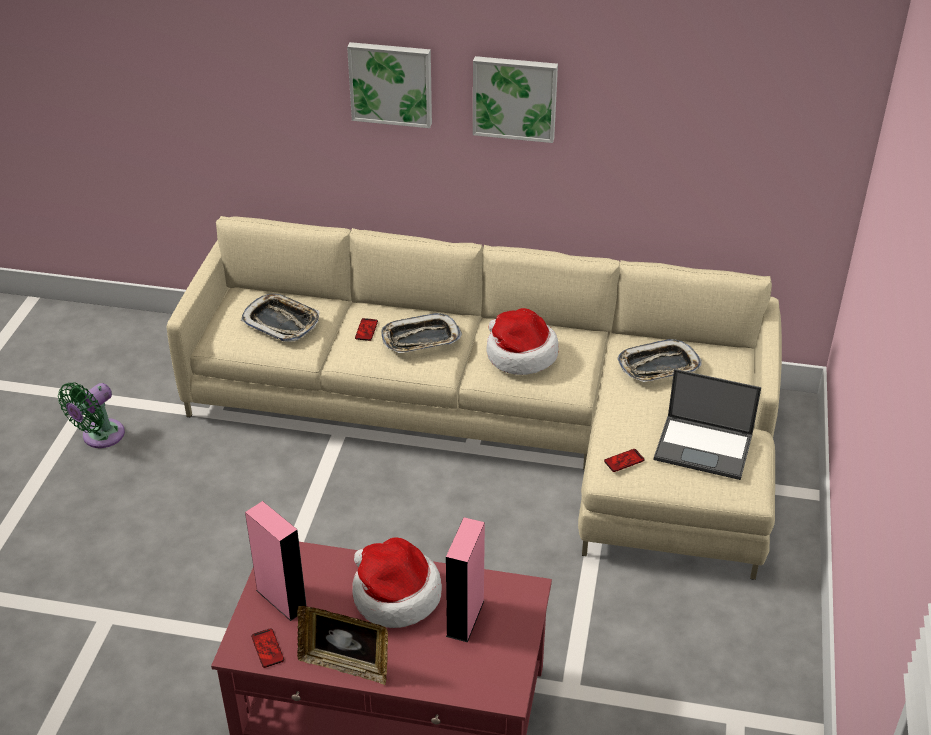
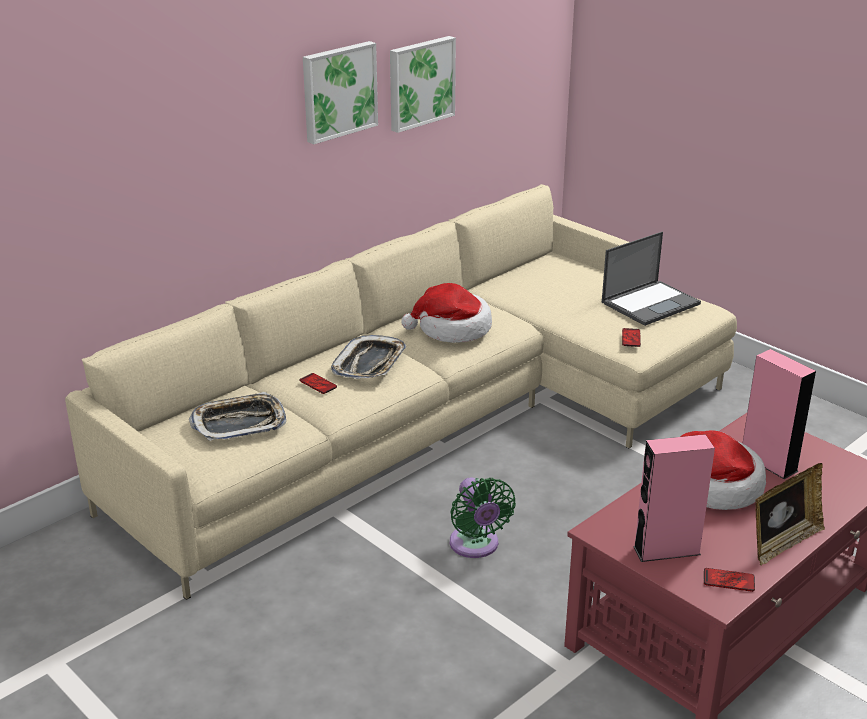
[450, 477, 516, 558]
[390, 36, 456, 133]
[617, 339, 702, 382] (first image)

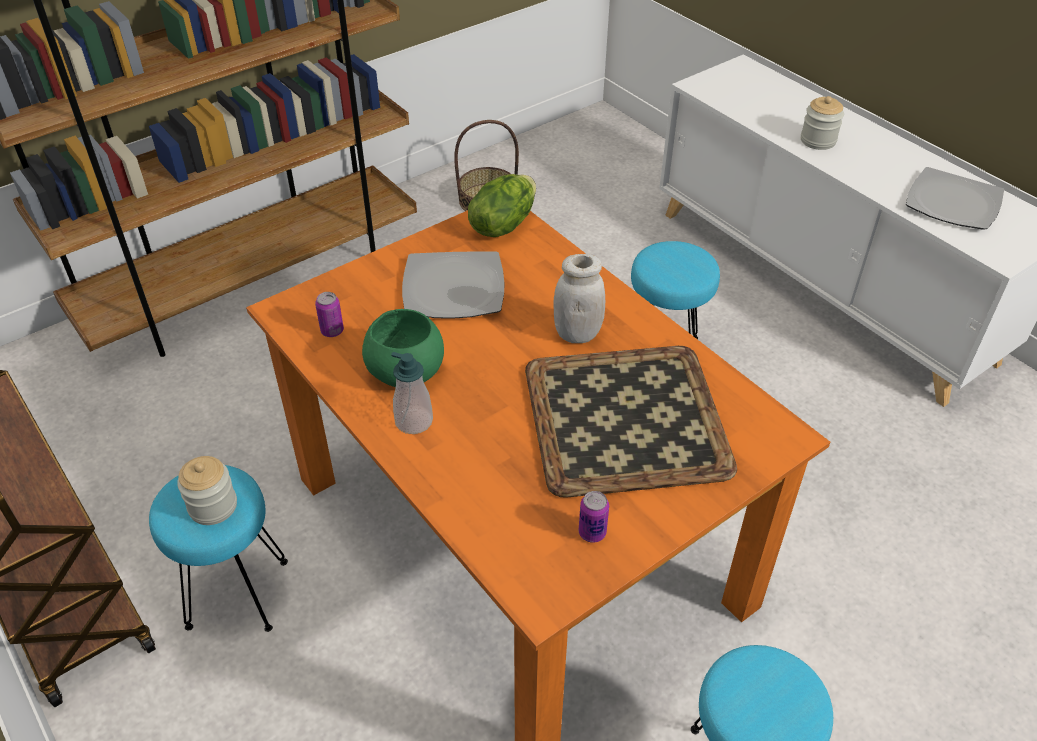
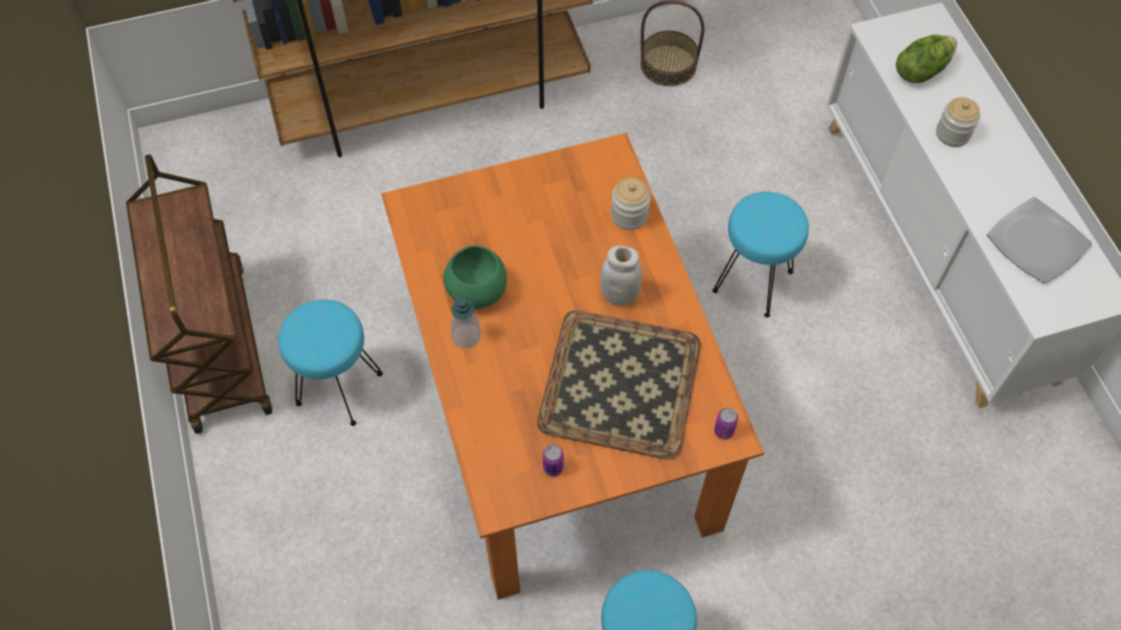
[611, 177, 651, 230]
[714, 408, 738, 440]
[402, 251, 504, 319] (first image)
[896, 34, 957, 83]

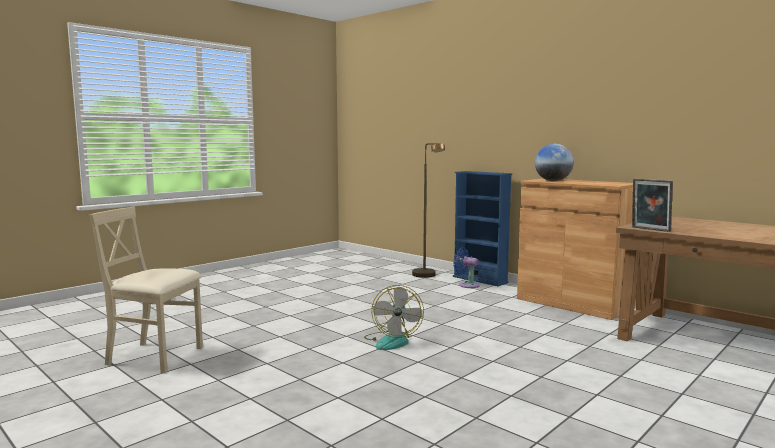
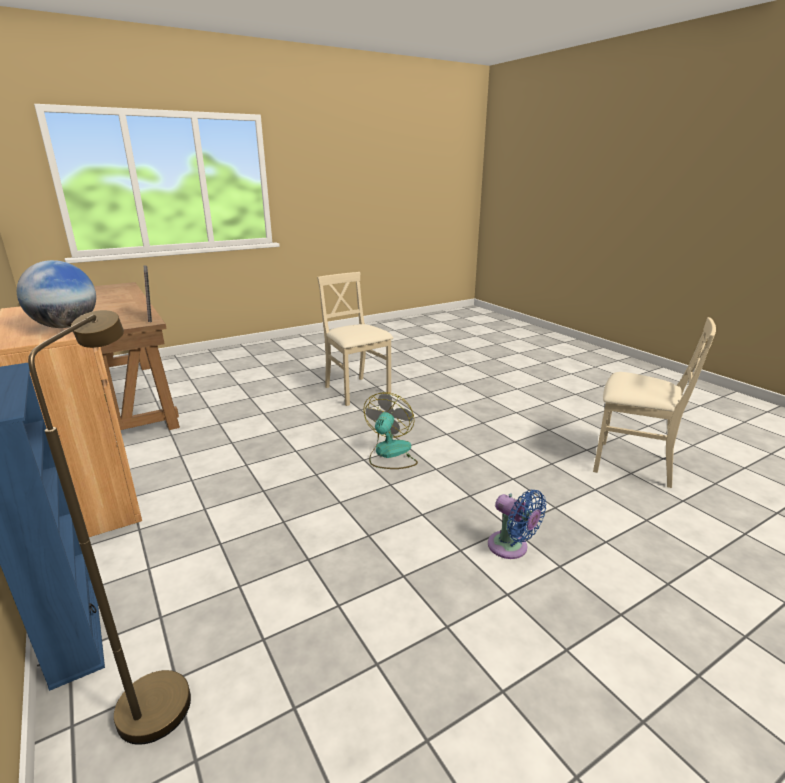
[488, 490, 546, 559]
[317, 272, 393, 406]

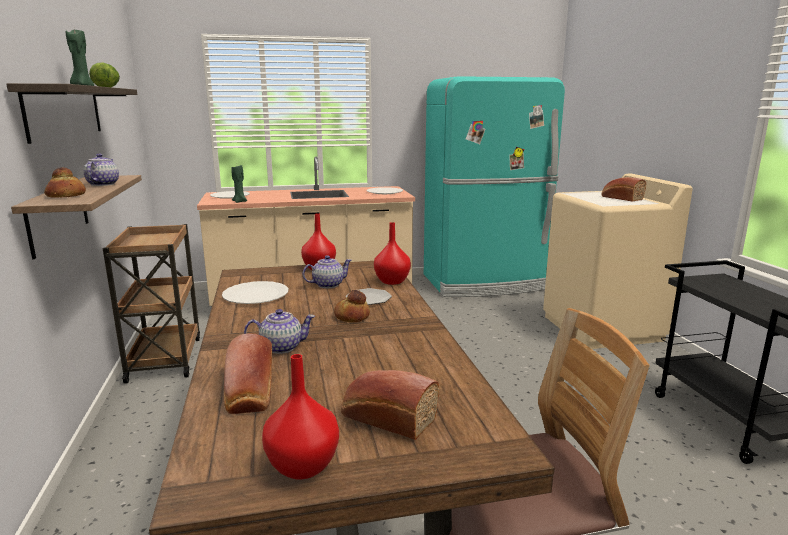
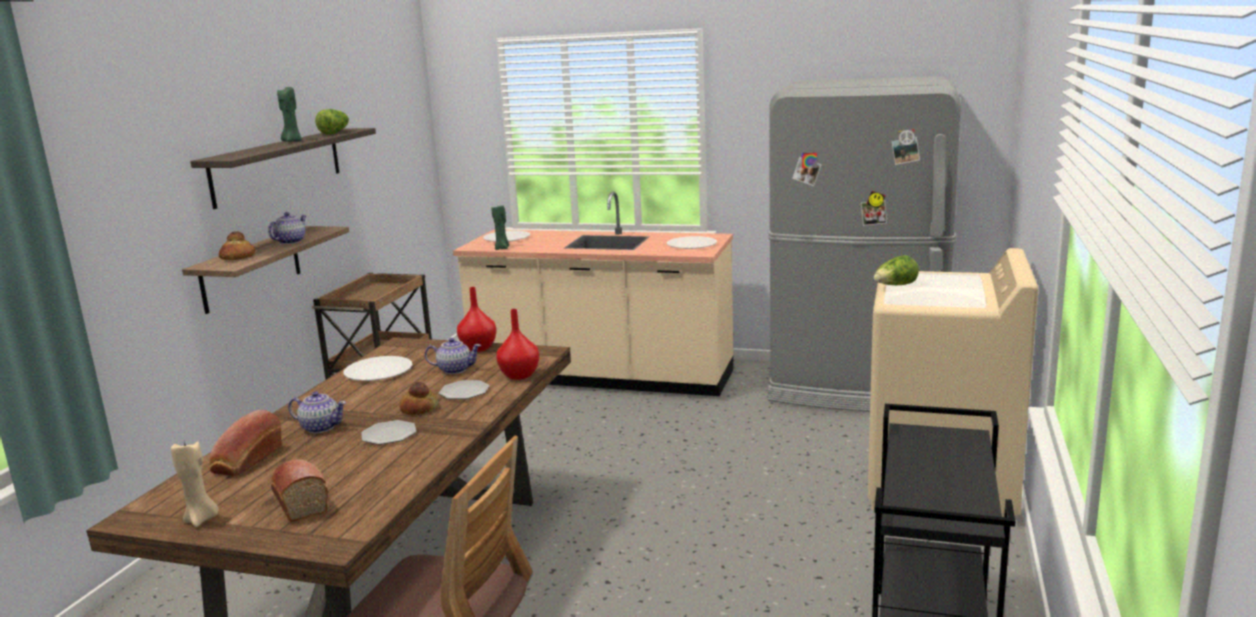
[171, 441, 219, 527]
[768, 77, 961, 412]
[601, 177, 646, 202] (first image)
[361, 420, 416, 445]
[874, 255, 919, 285]

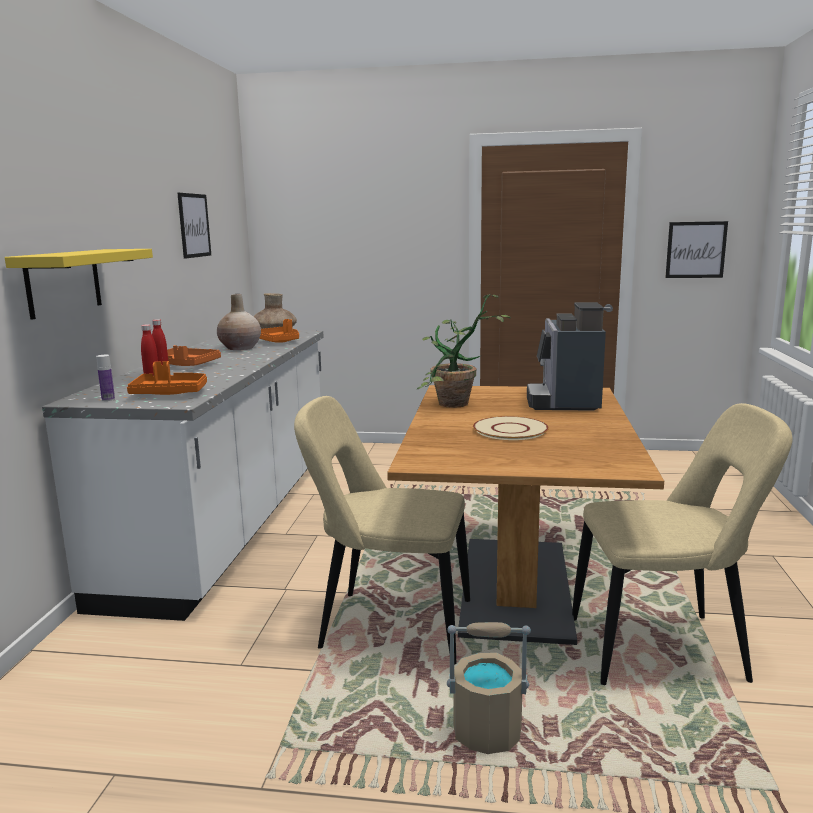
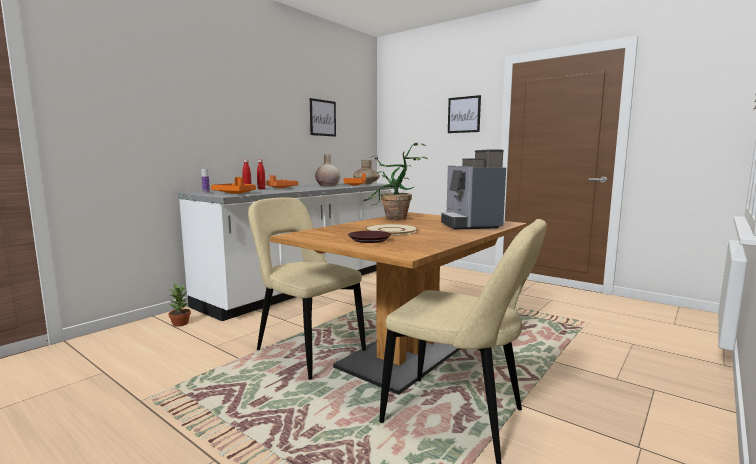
[5, 249, 153, 320] (first image)
[447, 622, 531, 754] (first image)
[441, 150, 506, 229]
[448, 95, 481, 133]
[168, 283, 191, 327]
[348, 231, 391, 243]

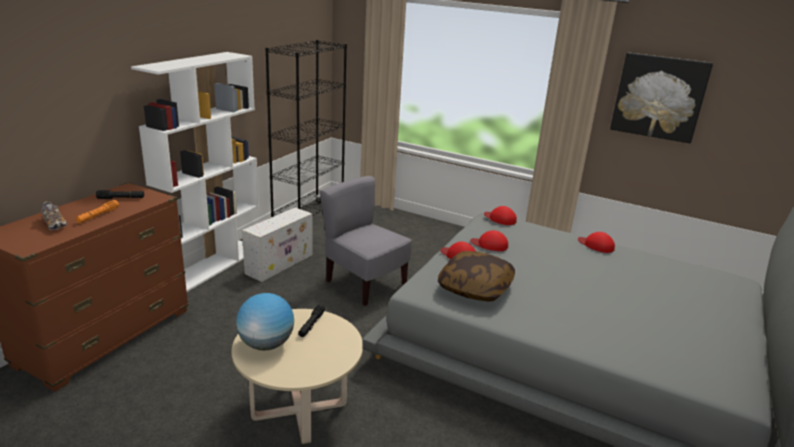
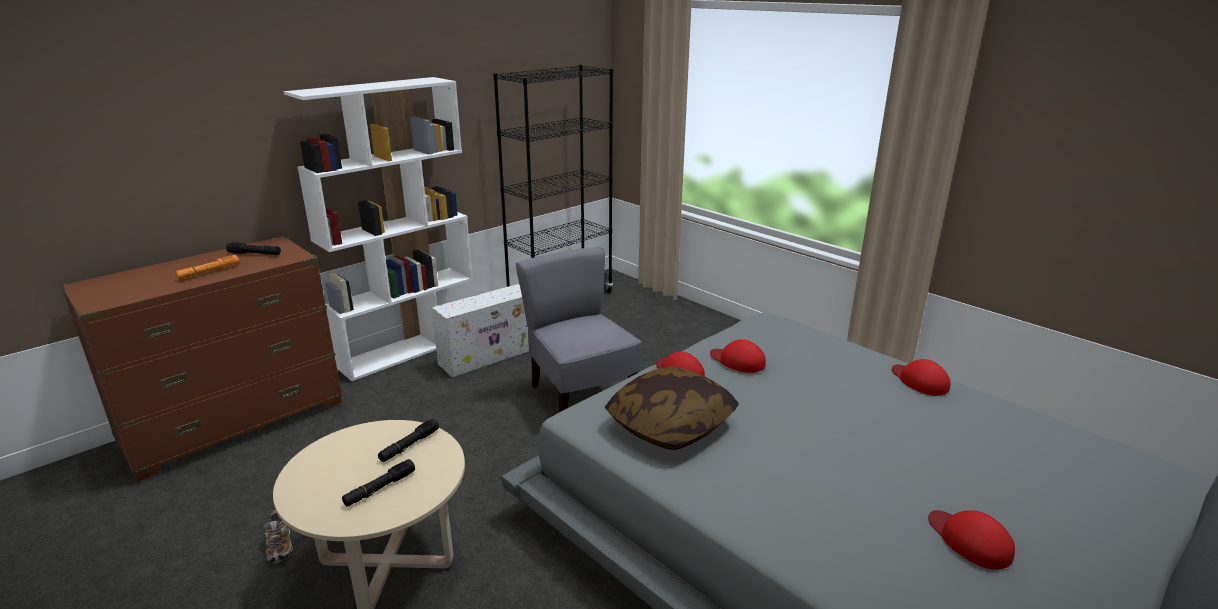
[264, 510, 293, 563]
[236, 293, 294, 351] (first image)
[928, 510, 1015, 570]
[610, 52, 713, 143] (first image)
[342, 459, 415, 507]

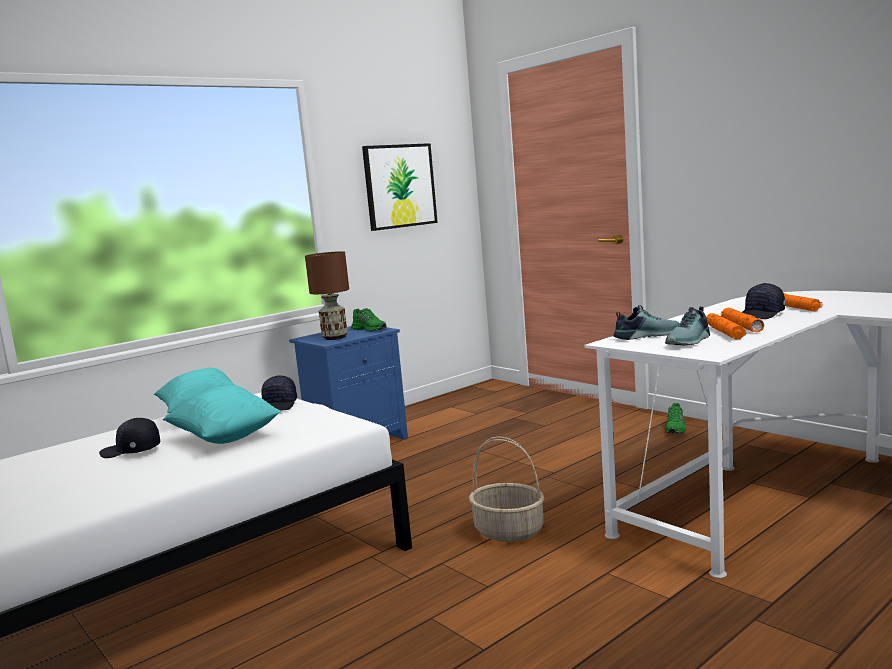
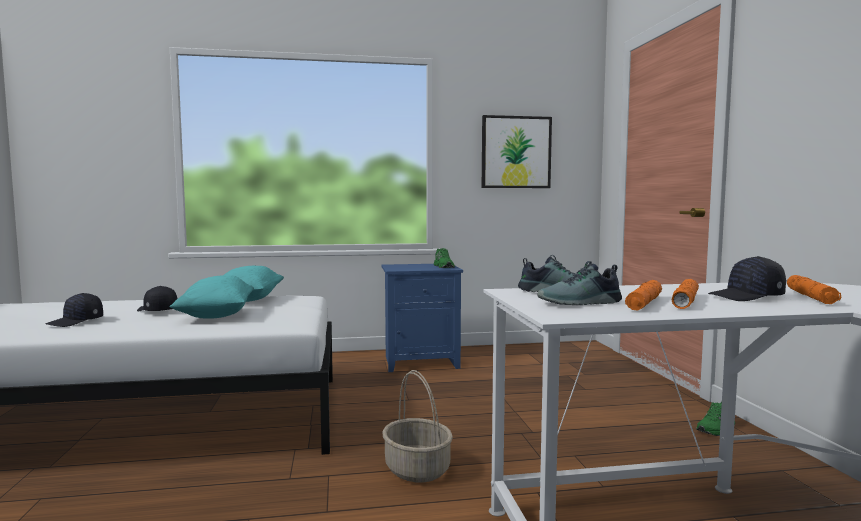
[46, 293, 103, 327]
[305, 251, 349, 340] (first image)

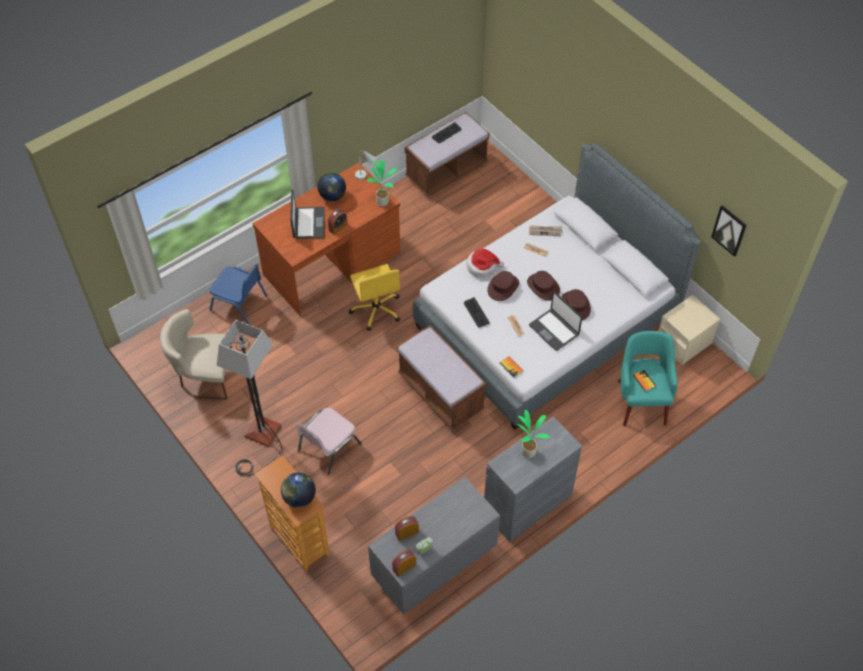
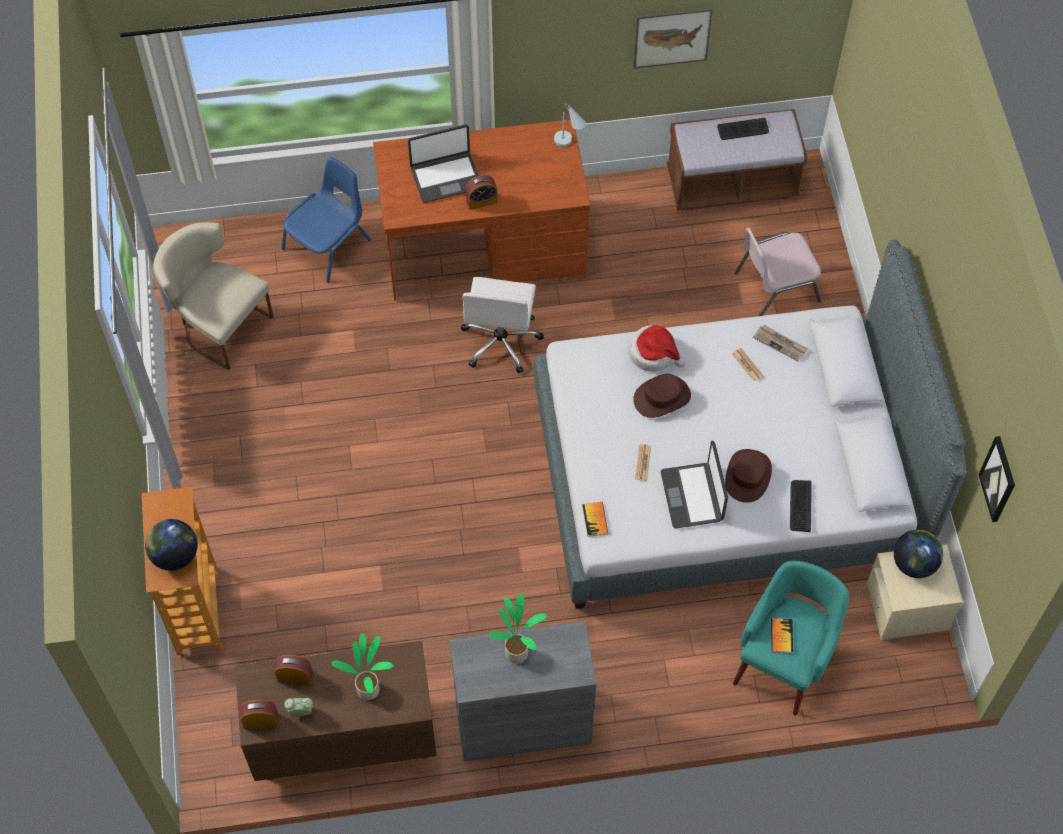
[281, 157, 371, 283]
[217, 320, 282, 477] (first image)
[408, 124, 478, 203]
[735, 228, 821, 316]
[894, 529, 943, 578]
[460, 277, 544, 373]
[332, 633, 393, 700]
[235, 641, 437, 781]
[397, 325, 487, 430] (first image)
[790, 480, 812, 532]
[527, 271, 560, 301] (first image)
[633, 8, 713, 69]

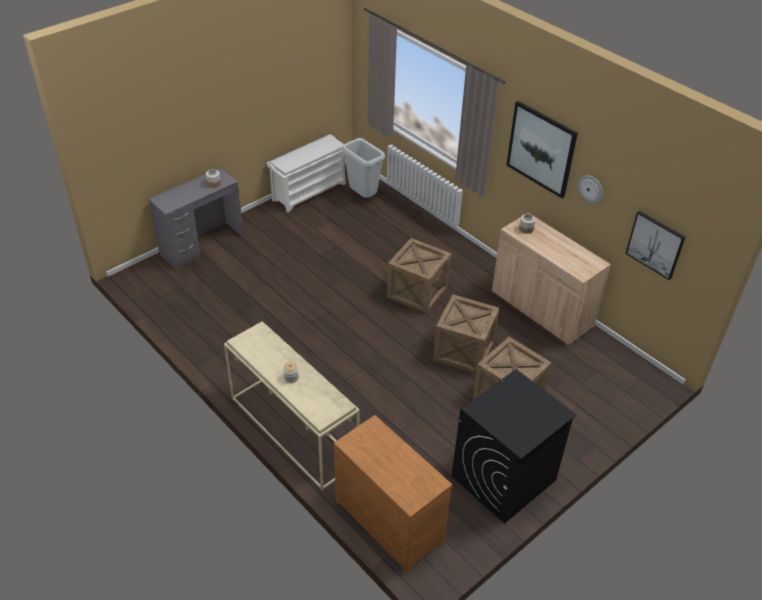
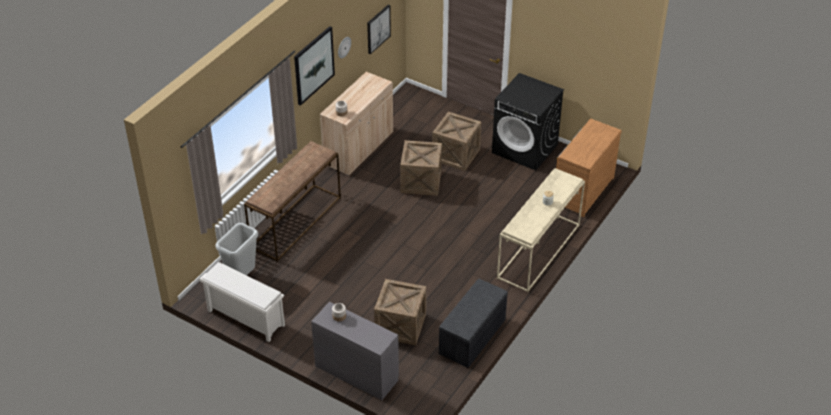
[374, 279, 426, 345]
[244, 141, 341, 262]
[439, 279, 508, 368]

